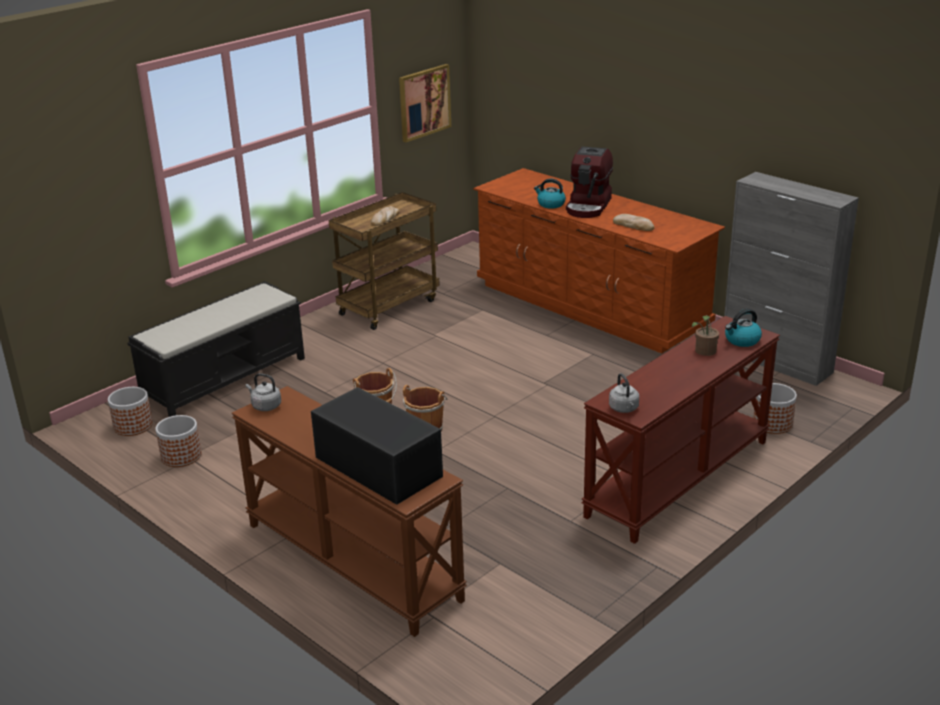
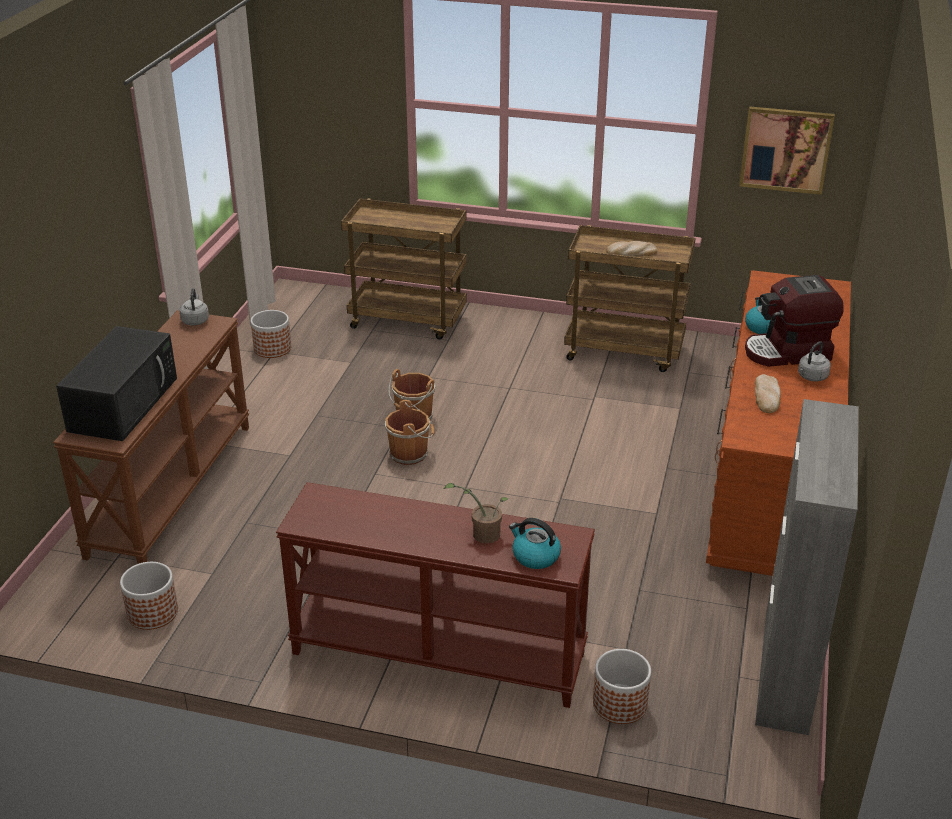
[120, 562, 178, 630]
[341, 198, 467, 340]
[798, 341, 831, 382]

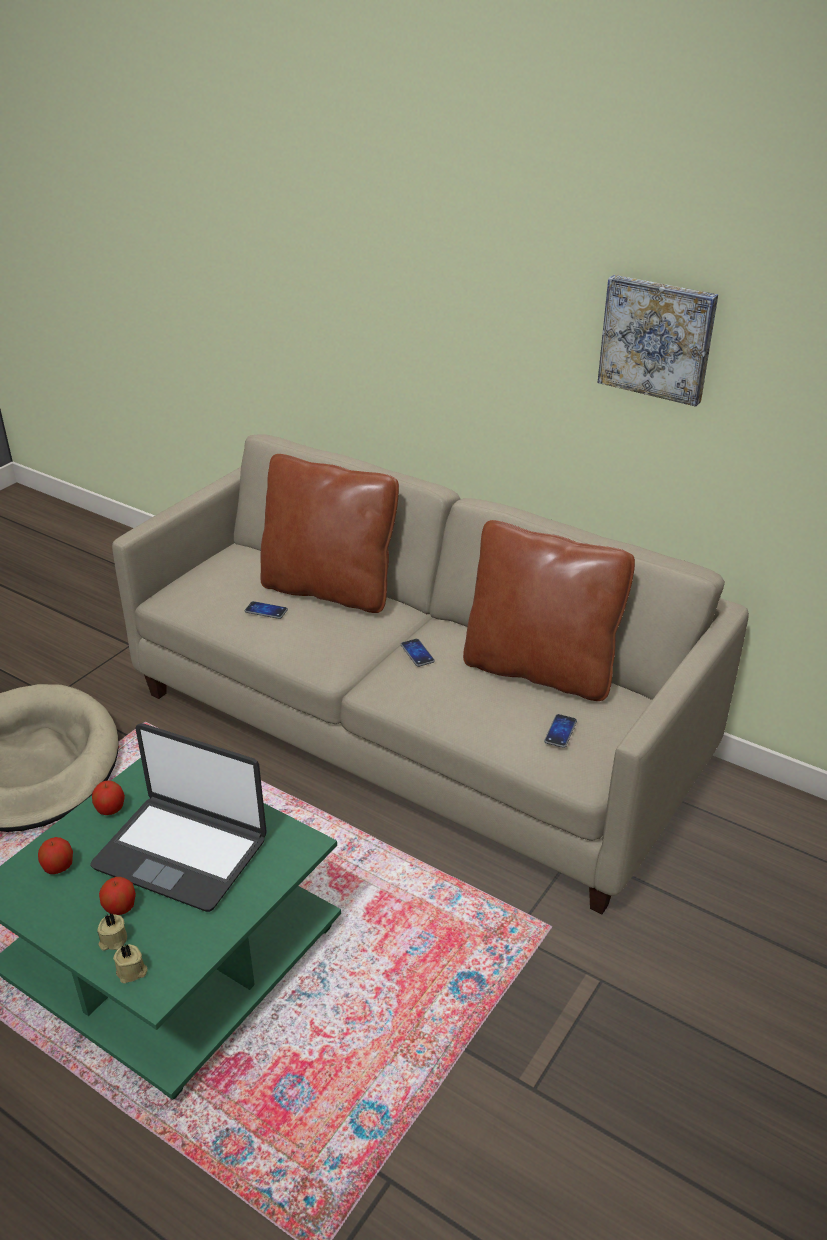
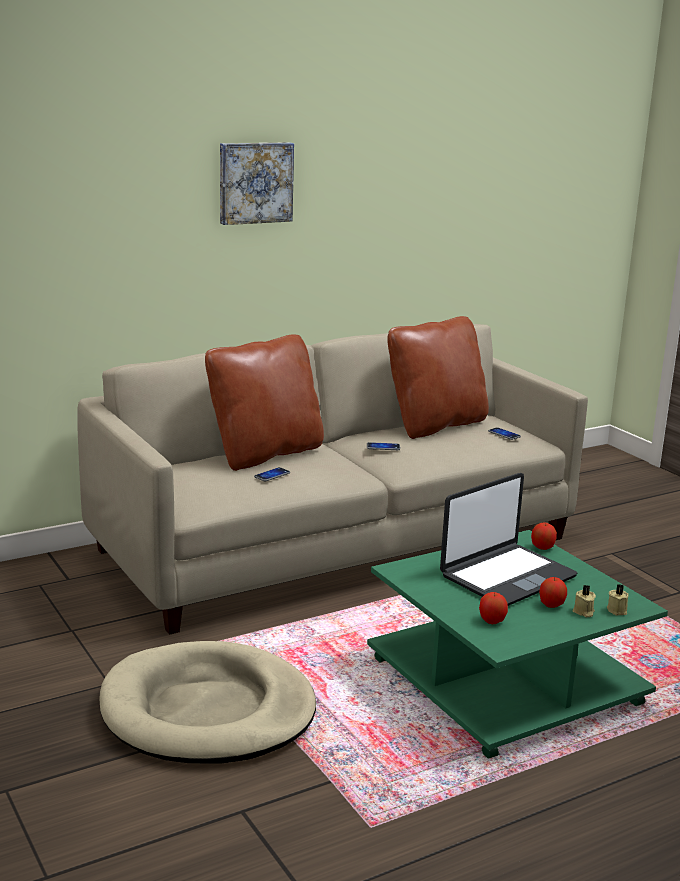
[531, 522, 557, 550]
[220, 142, 294, 225]

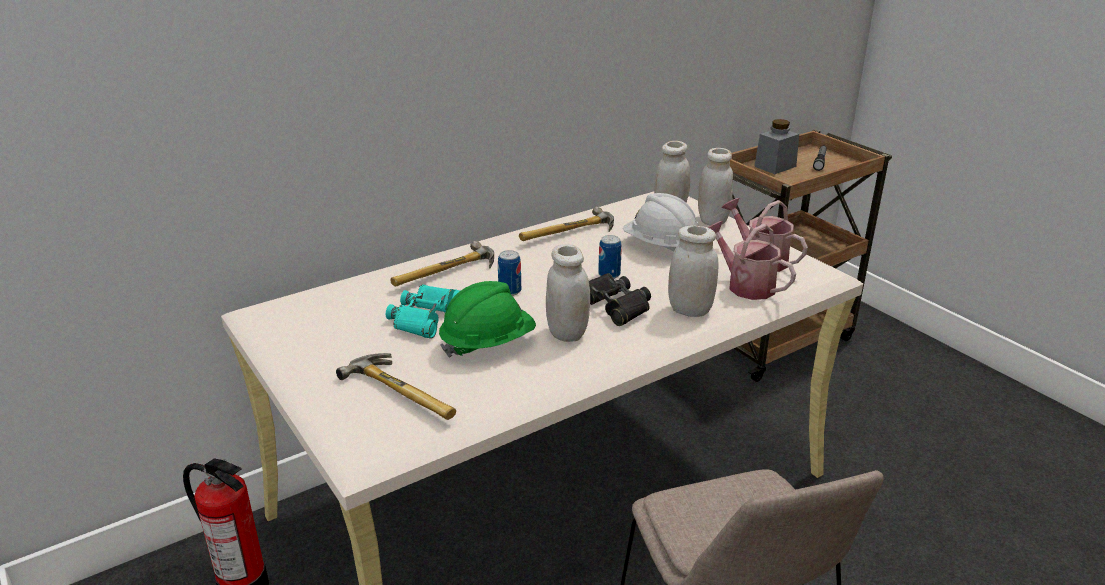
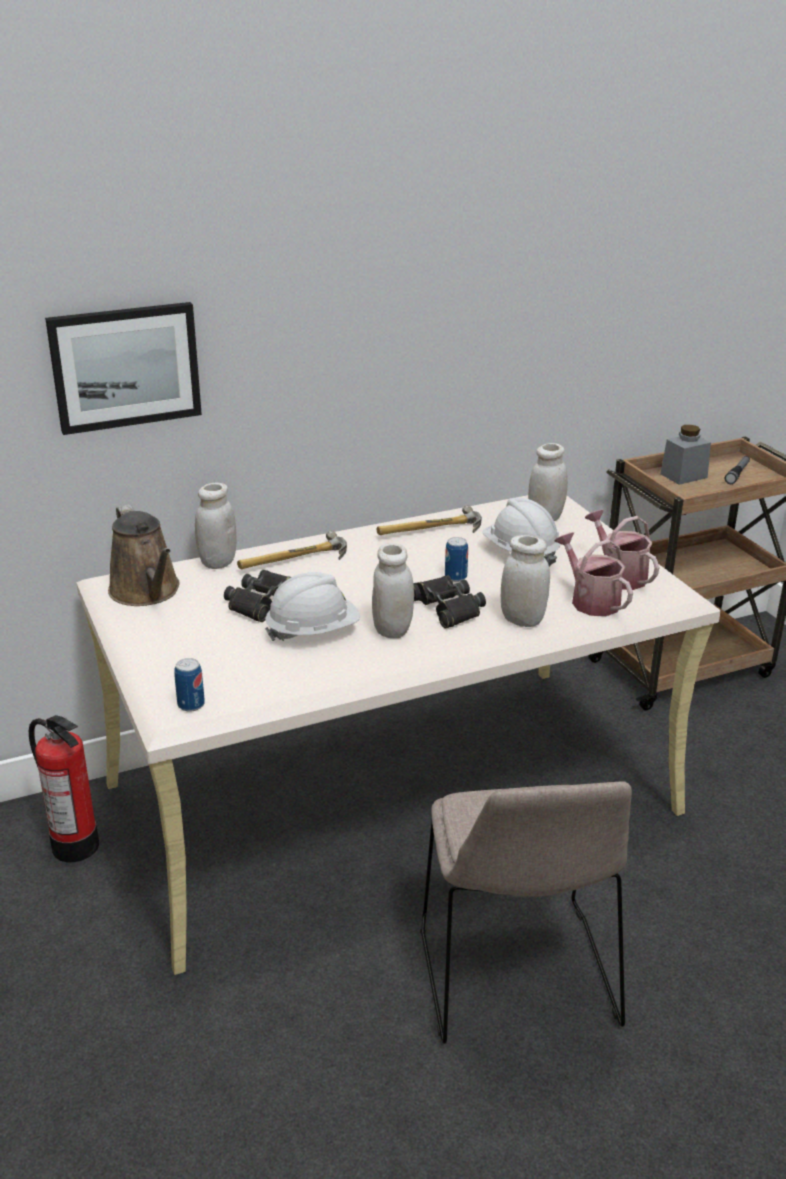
[336, 353, 456, 420] (first image)
[224, 570, 291, 622]
[265, 572, 360, 641]
[174, 658, 205, 712]
[195, 483, 237, 569]
[45, 302, 202, 435]
[108, 504, 180, 606]

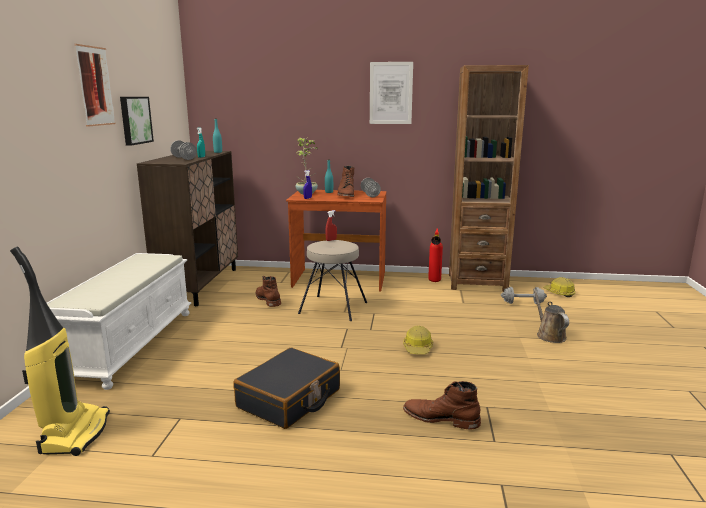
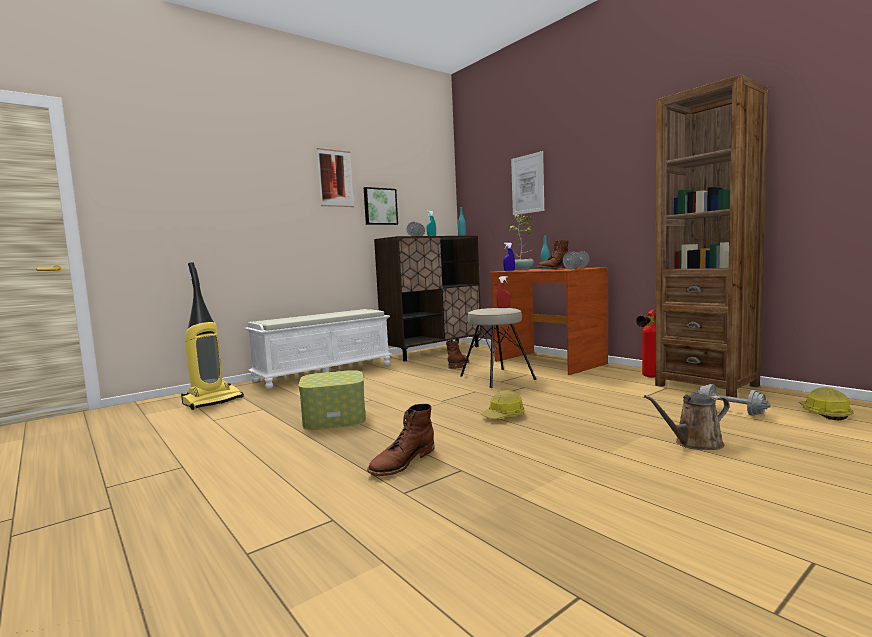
[298, 370, 366, 430]
[511, 151, 544, 215]
[367, 404, 435, 476]
[644, 394, 730, 450]

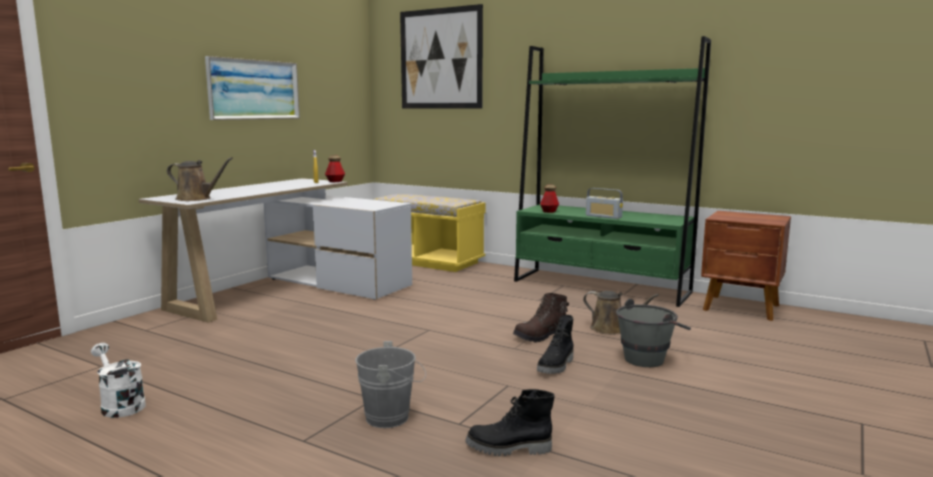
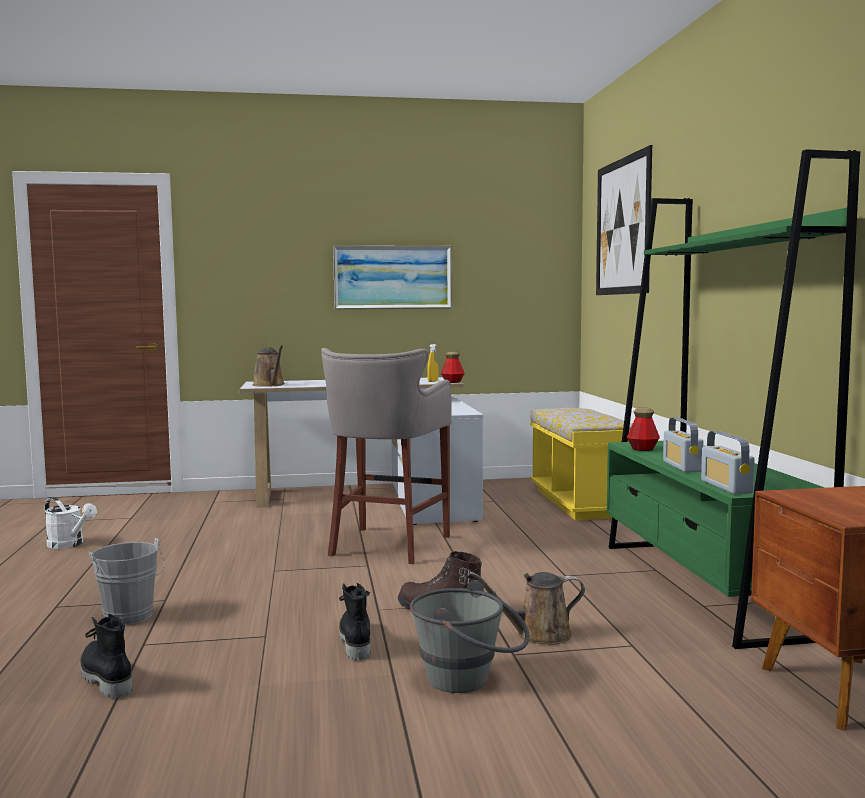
[45, 497, 97, 549]
[339, 583, 370, 661]
[469, 572, 585, 645]
[321, 348, 452, 564]
[701, 431, 755, 494]

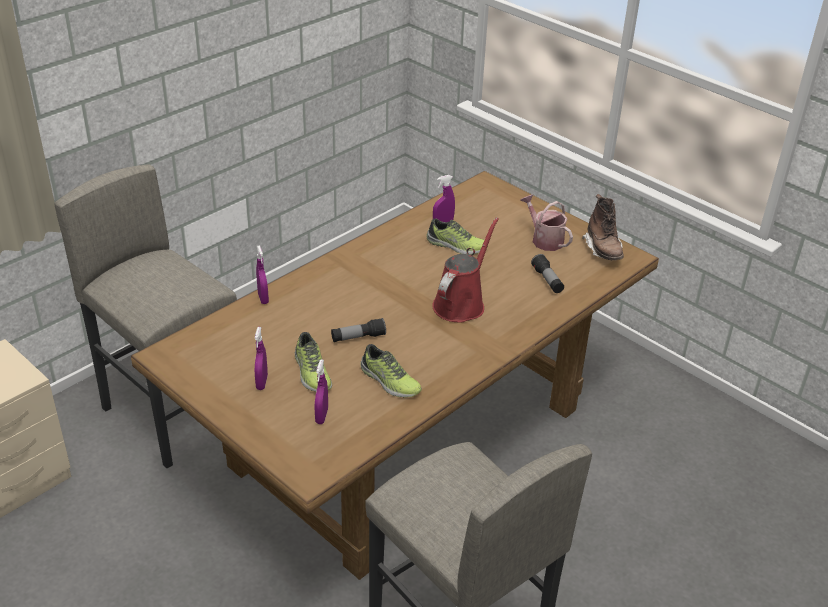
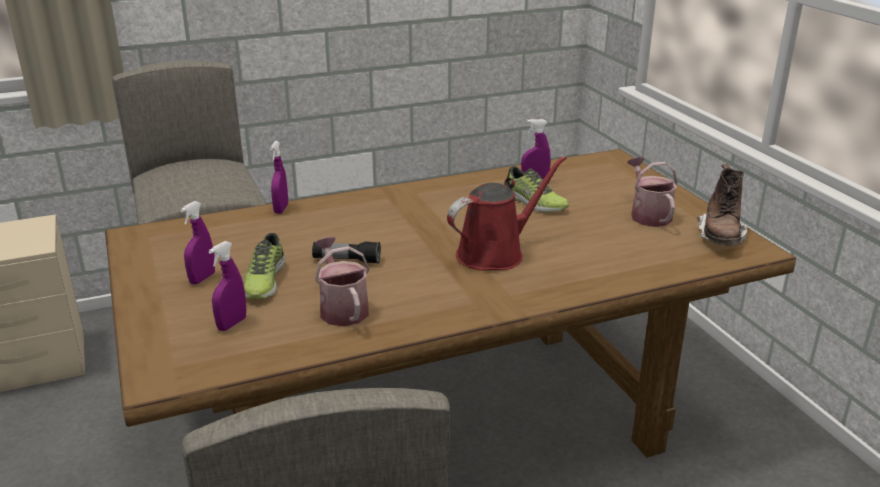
[314, 237, 370, 327]
[531, 254, 564, 293] (first image)

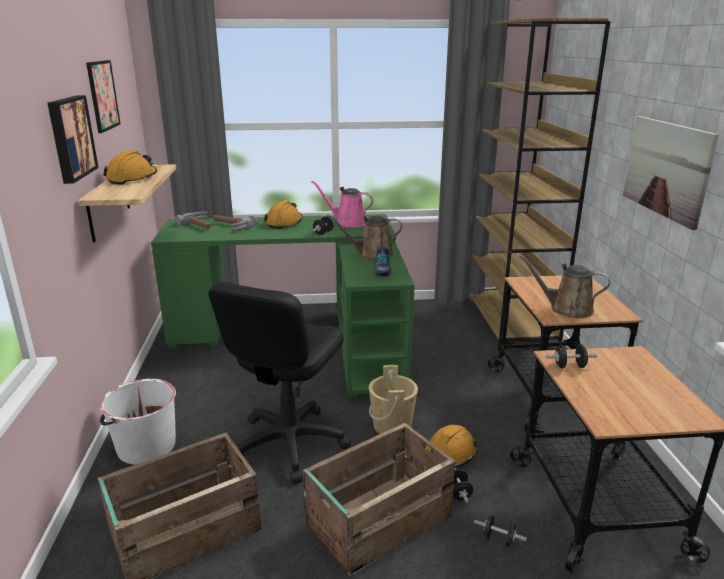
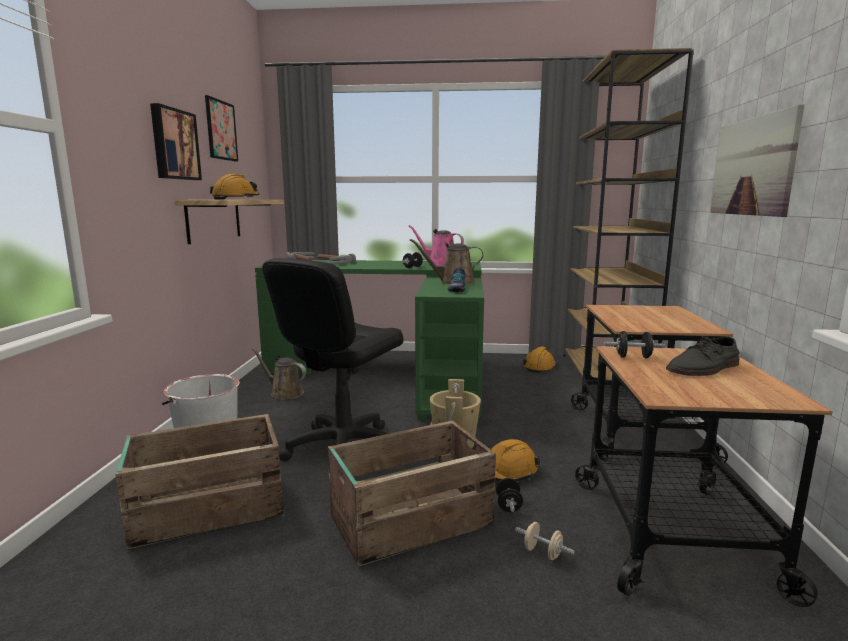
[522, 346, 557, 373]
[515, 522, 575, 560]
[252, 348, 306, 400]
[666, 336, 739, 376]

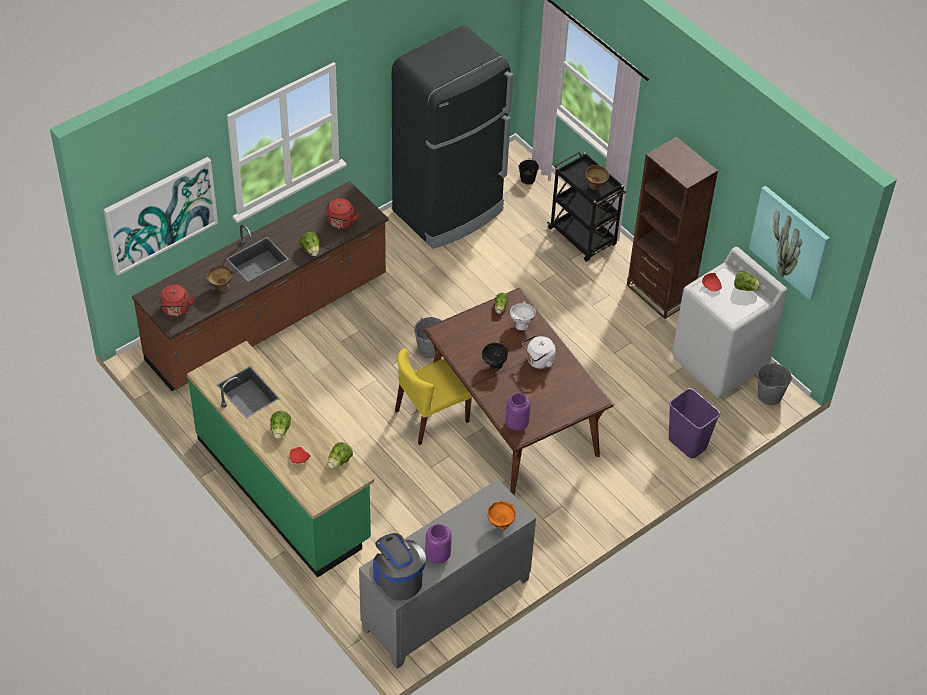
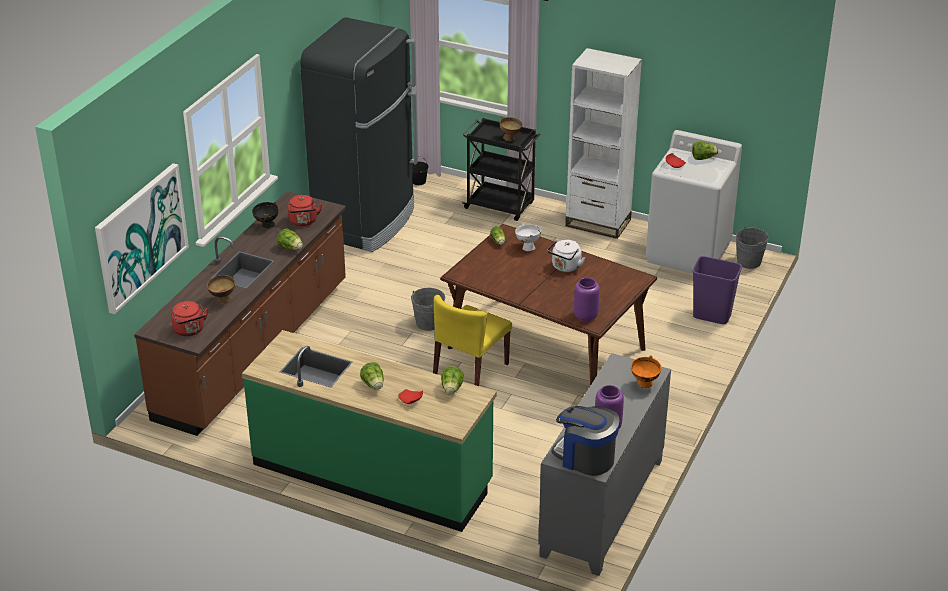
[252, 202, 278, 229]
[565, 48, 642, 239]
[749, 186, 830, 300] (first image)

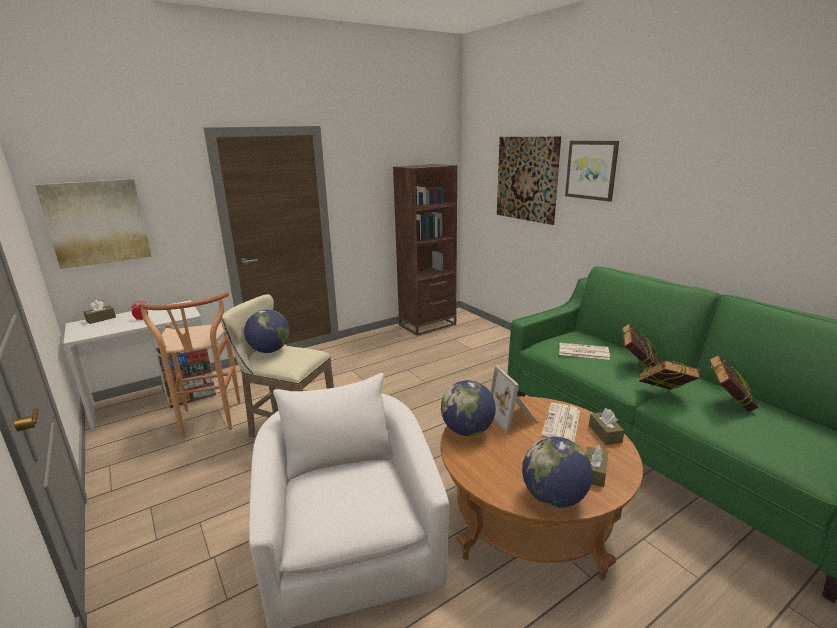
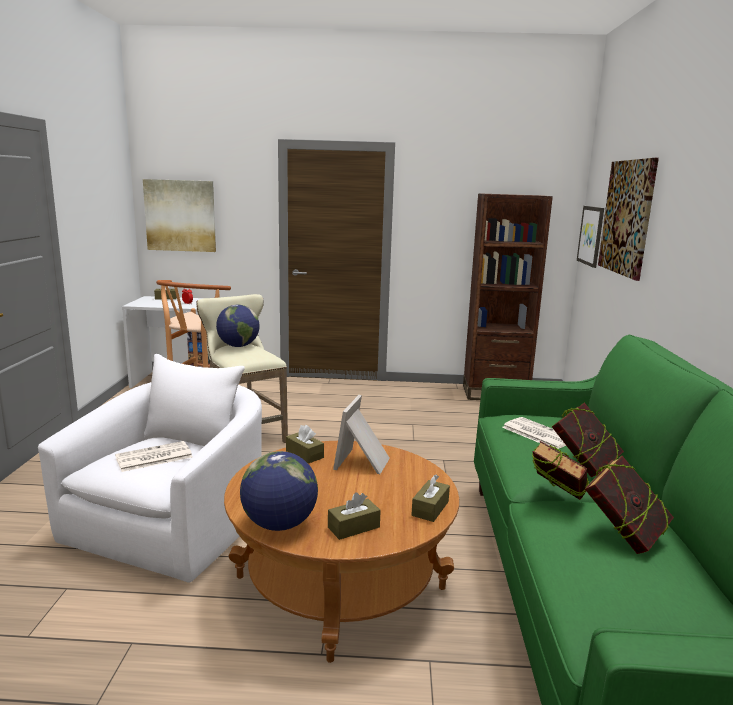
[286, 425, 324, 464]
[115, 441, 193, 472]
[577, 206, 604, 268]

